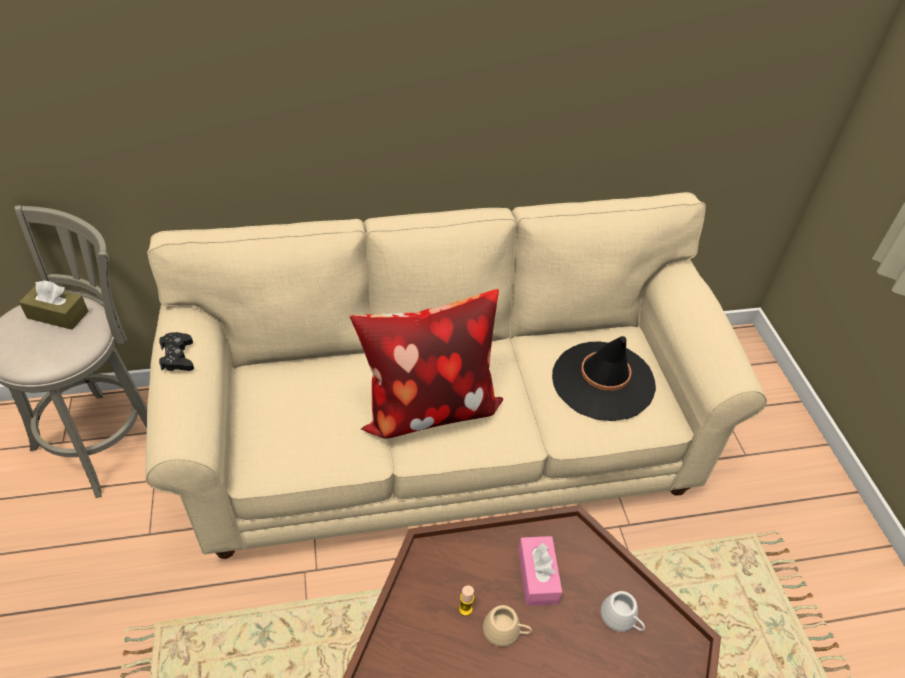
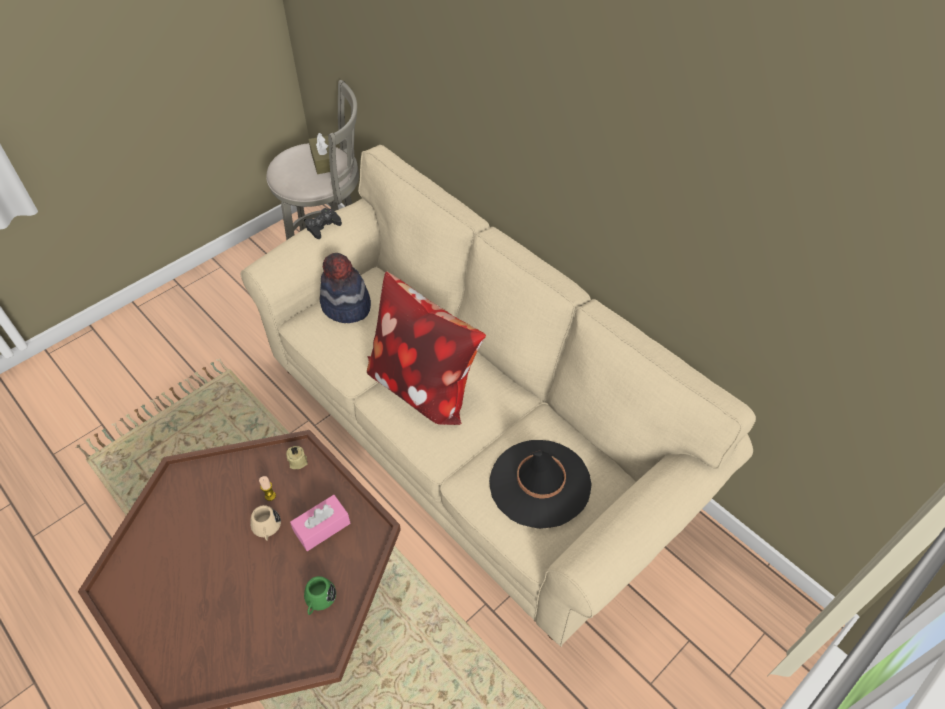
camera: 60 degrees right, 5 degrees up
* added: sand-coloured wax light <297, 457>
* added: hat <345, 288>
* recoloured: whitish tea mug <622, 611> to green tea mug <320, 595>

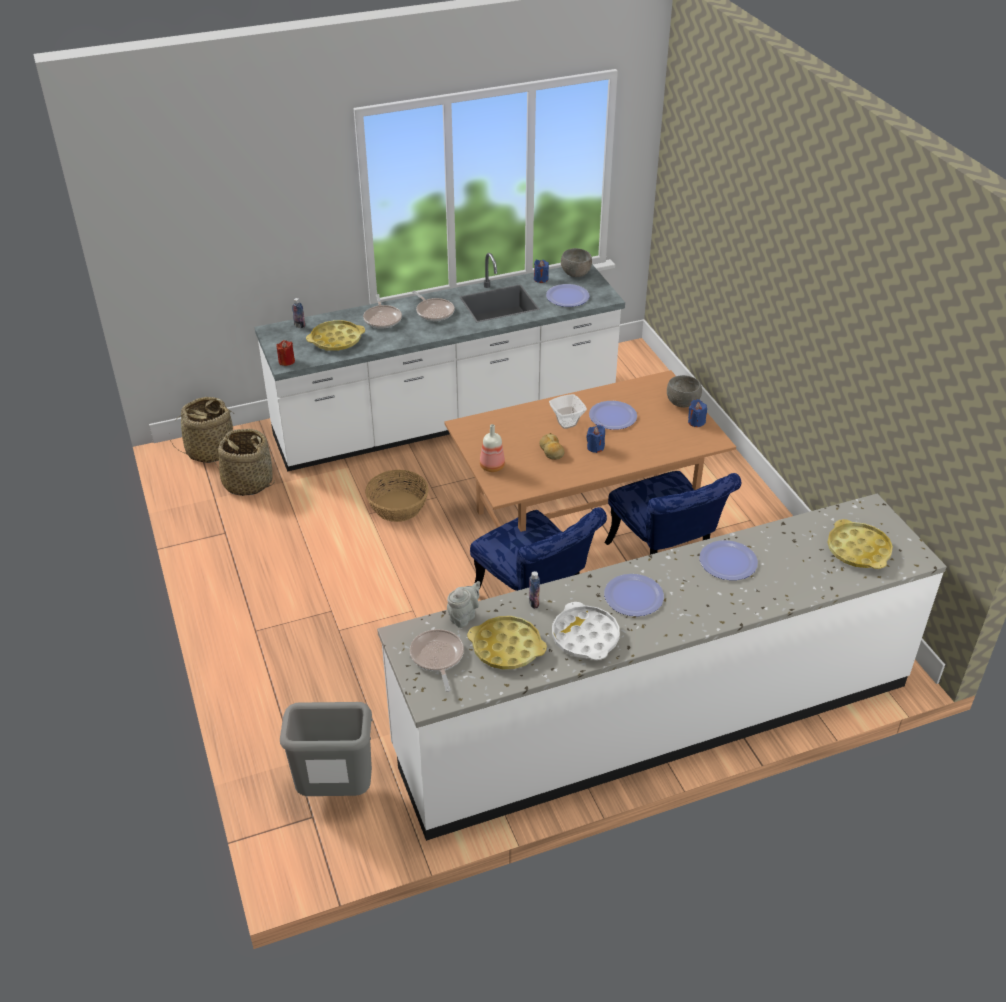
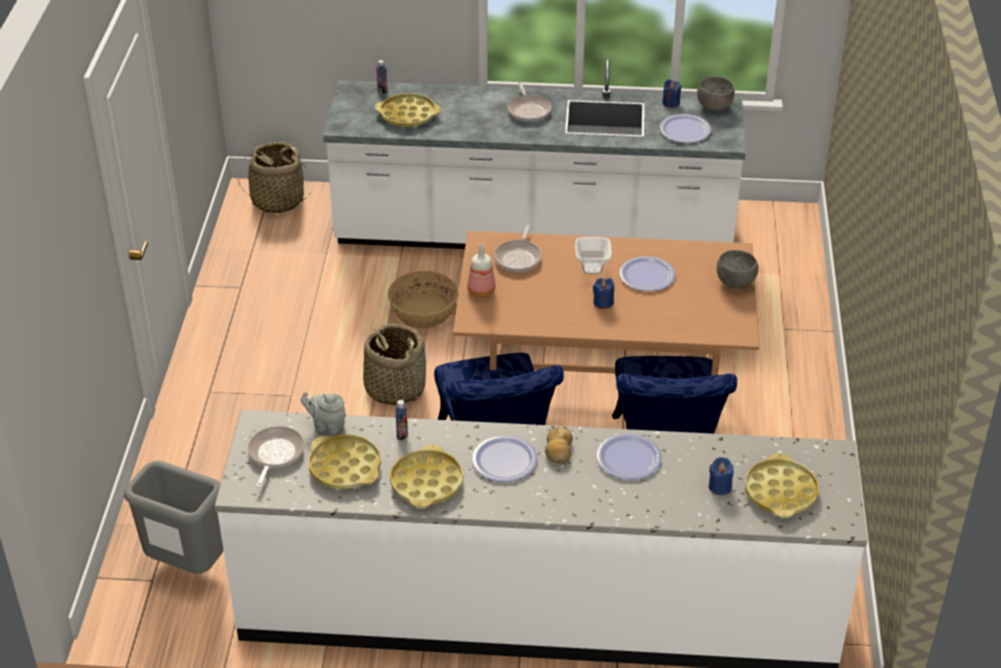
camera: 25 degrees right, 0 degrees up
* removed: red wax light <286, 353>
* moved: storage basket <244, 462> to <394, 364>
* moved: pan <382, 311> to <518, 248>
* moved: bakery bread <552, 446> to <559, 445>
* moved: bluish wax light <697, 413> to <721, 476>
* recoloured: whitish carrying tray <586, 631> to yellow-coloured carrying tray <426, 475>
* turned: grey tea pot <463, 604> = <323, 413> 135 degrees counterclockwise

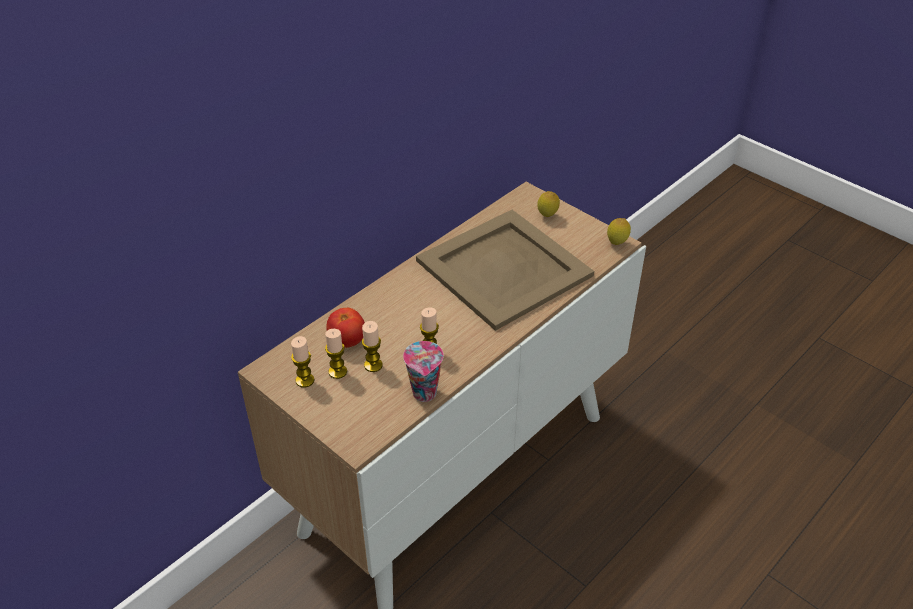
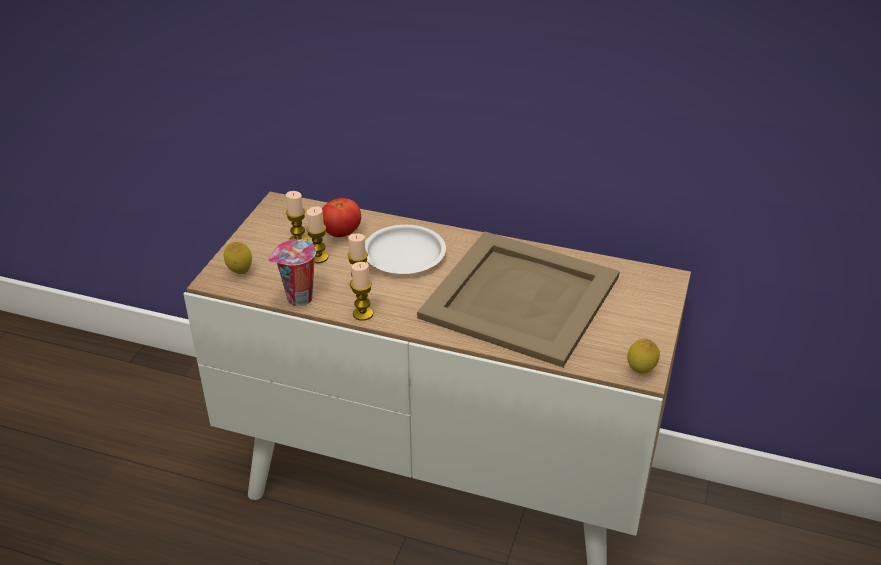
camera: 65 degrees right, 5 degrees down
* added: whitish plate <405, 249>
* moved: wax light <303, 362> to <362, 291>
* moved: whole lemon <548, 204> to <238, 258>

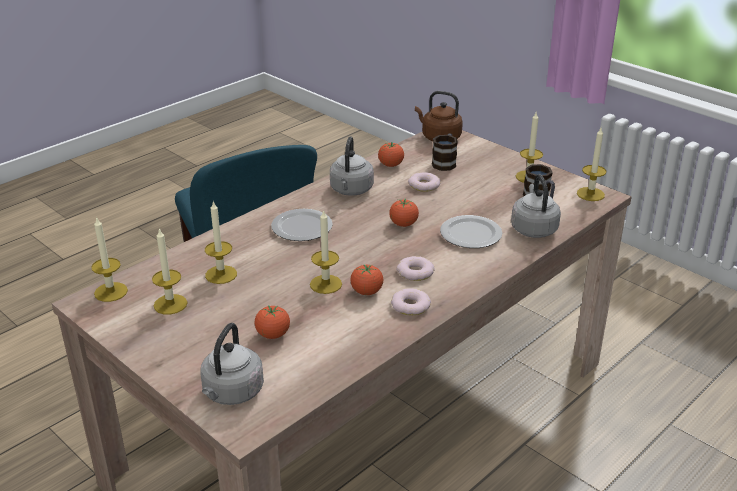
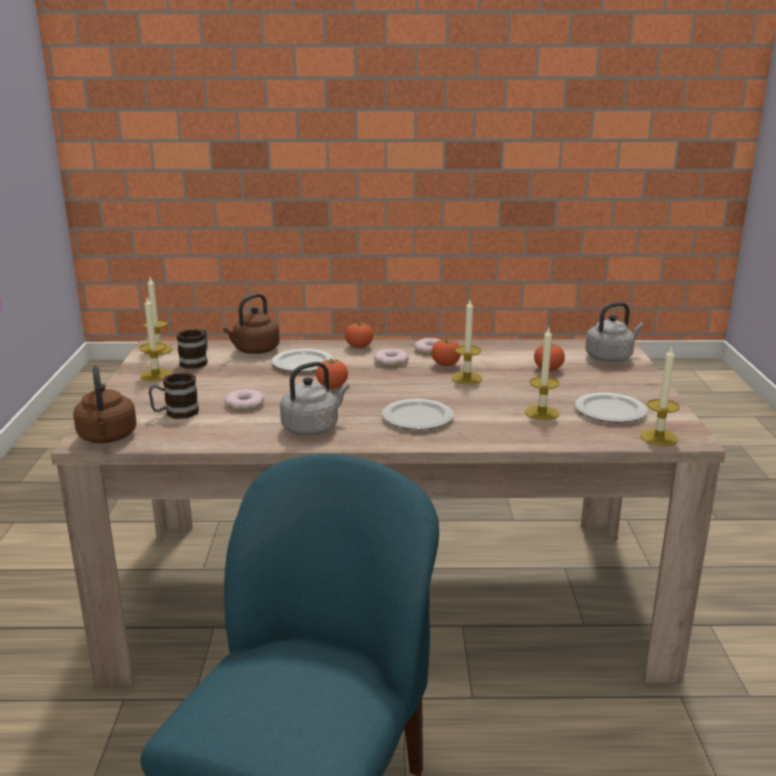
camera: 135 degrees left, 10 degrees down
* moved: whole tomato <391, 154> to <359, 335>
* replaced: wax light <170, 271> to plate <611, 408>
* recoloured: grey kettle <536, 206> to brown-coloured kettle <251, 324>

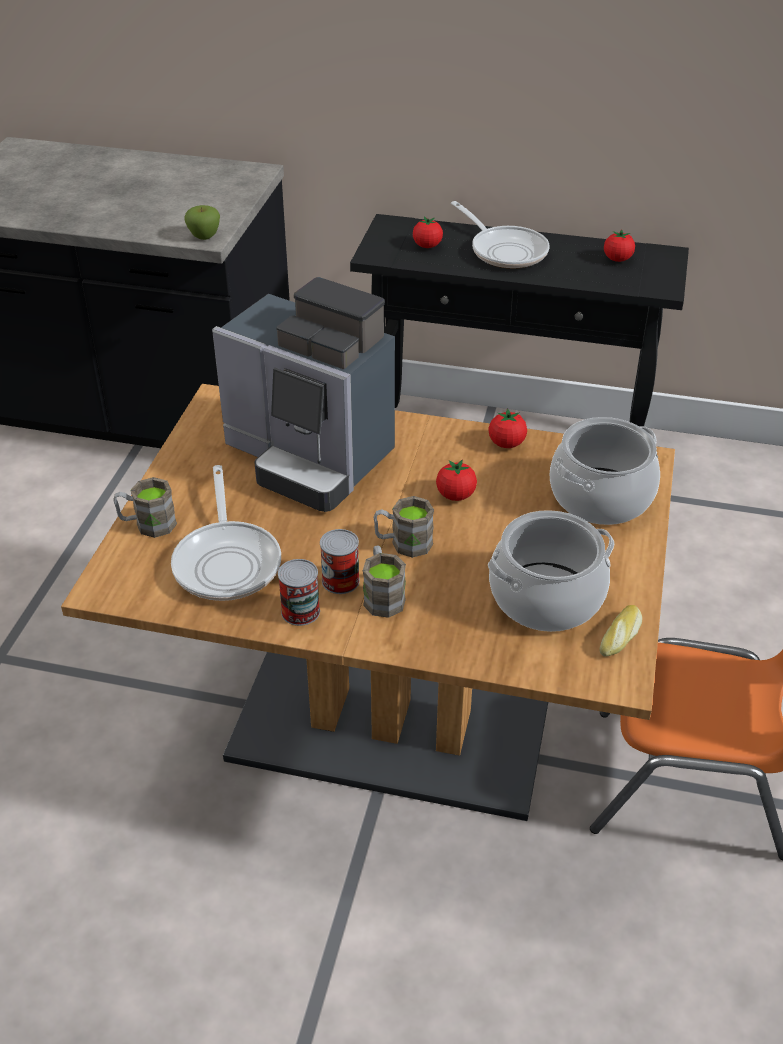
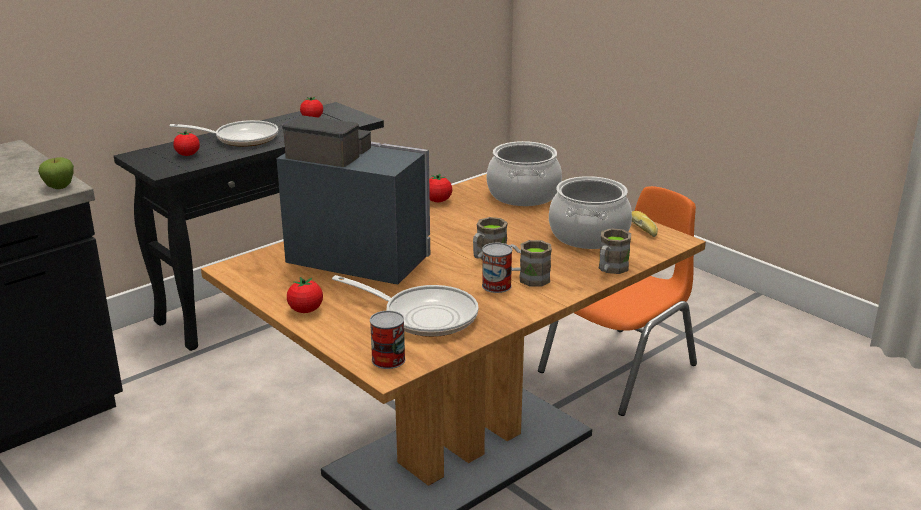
camera: 55 degrees left, 15 degrees down
* moved: brown-coloured tea mug <145, 507> to <615, 251>
* moved: can <299, 592> to <388, 340>
* moved: whole tomato <456, 480> to <305, 295>
* turned: coffee brewer <303, 394> = <353, 199> 135 degrees counterclockwise

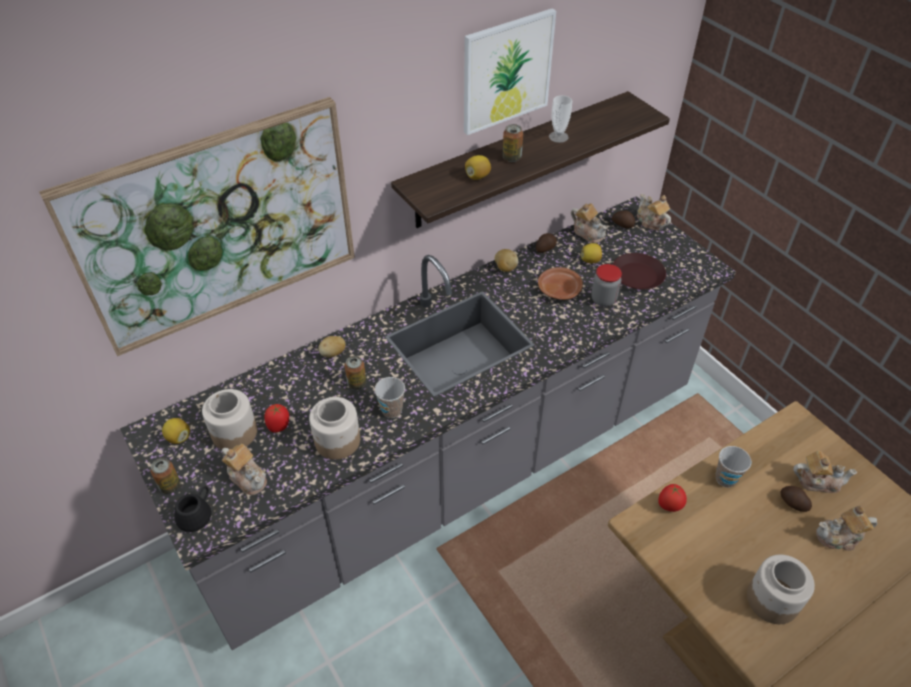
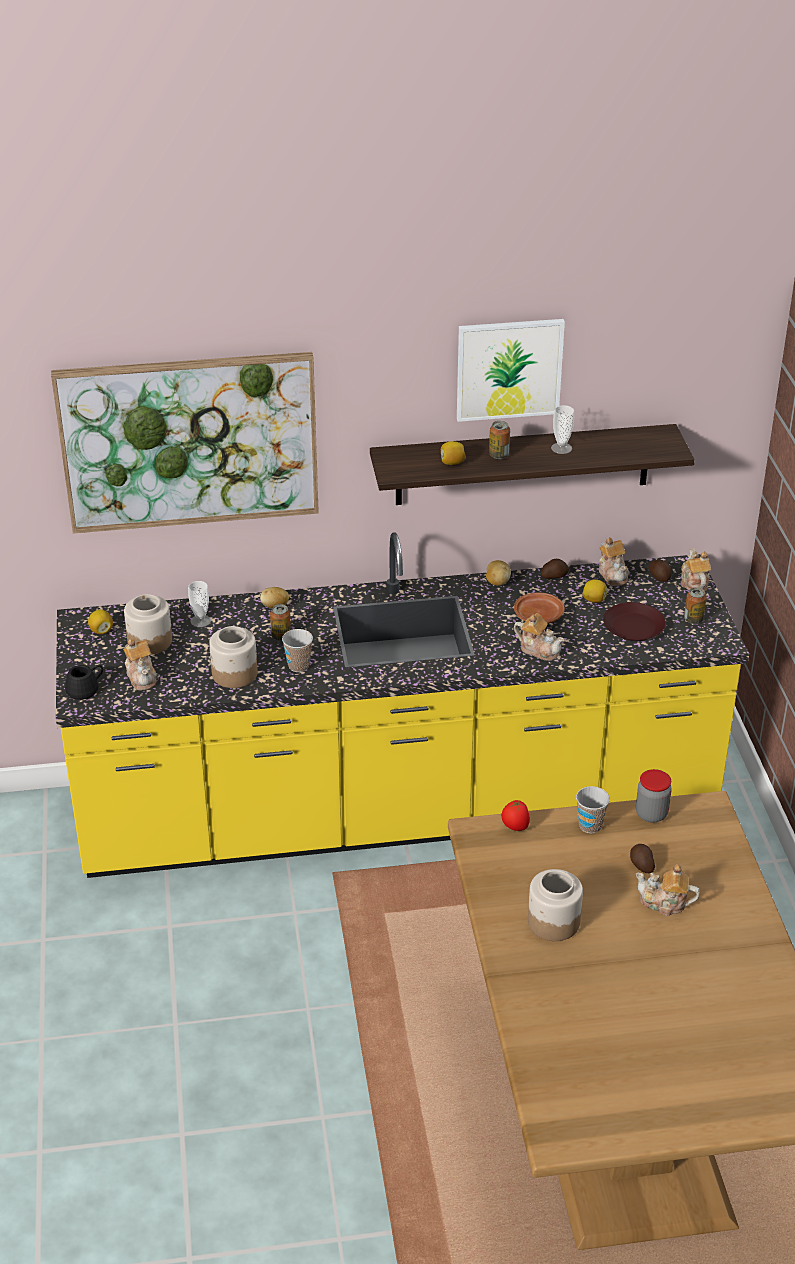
camera: 25 degrees right, 10 degrees down
* removed: whole tomato <276, 418>
* added: cup <199, 604>
* moved: can <165, 476> to <695, 605>
* moved: storage jar <606, 285> to <654, 796>
* moved: tea pot <825, 472> to <539, 637>
* recoloured: grey kitchen counter <428, 423> to yellow-coloured kitchen counter <402, 705>

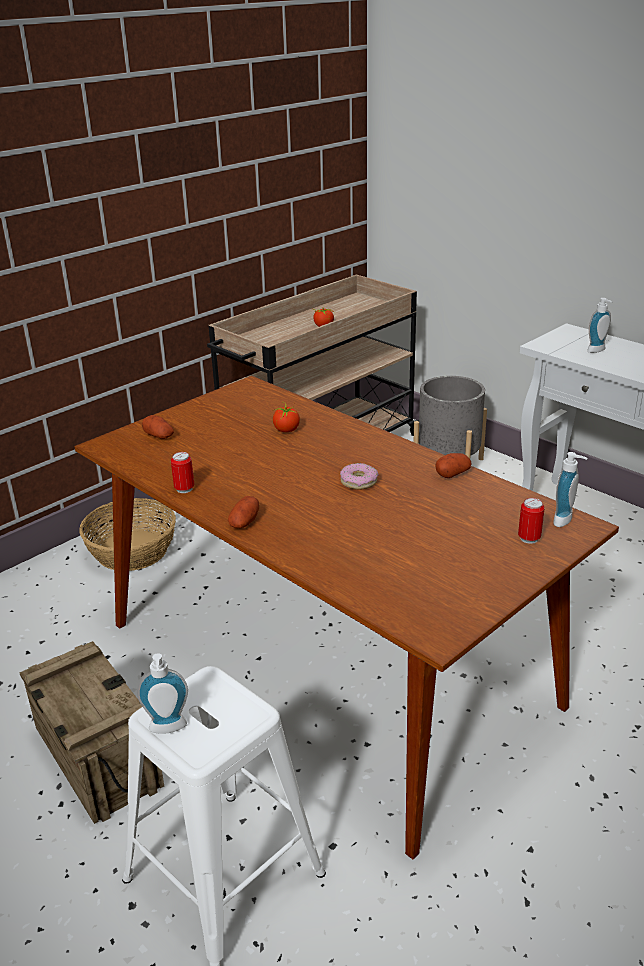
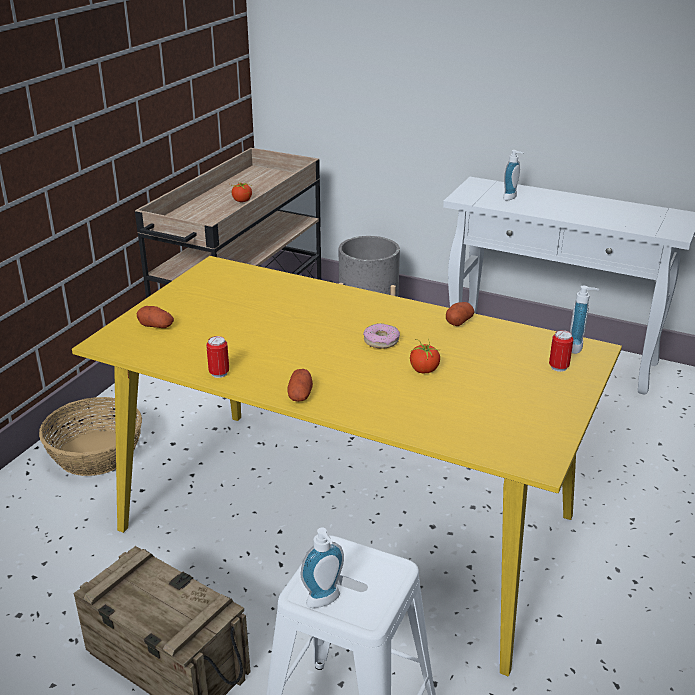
camera: 20 degrees left, 0 degrees up
* moved: whole tomato <286, 417> to <425, 355>
* recoloured: brown-coloured kitchen table <347, 617> to yellow-coloured kitchen table <347, 466>

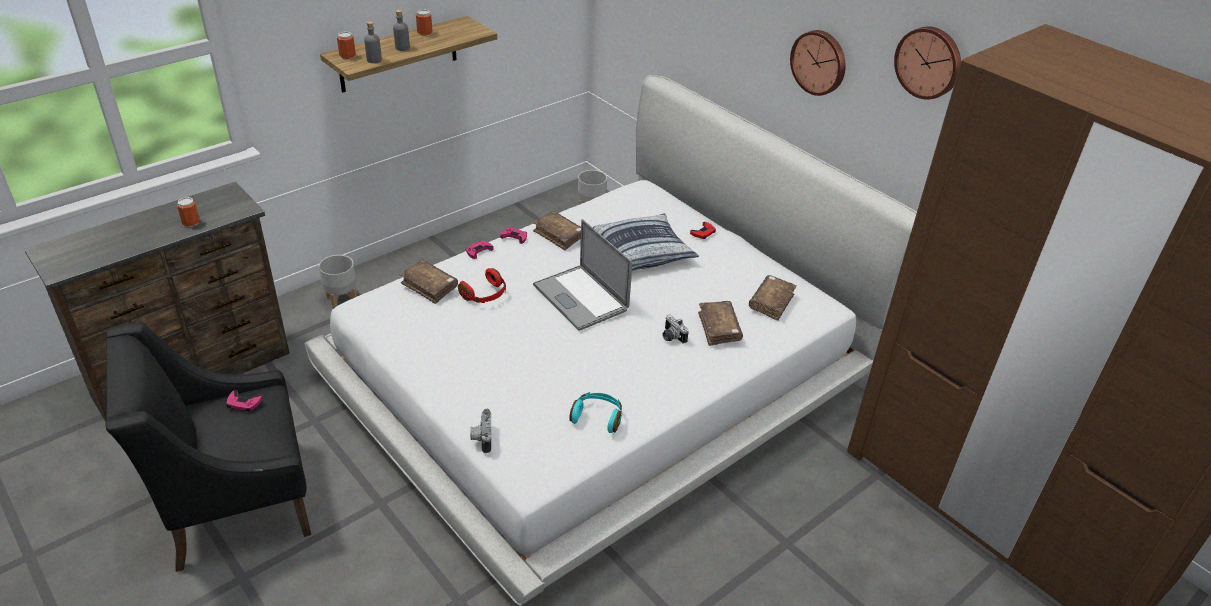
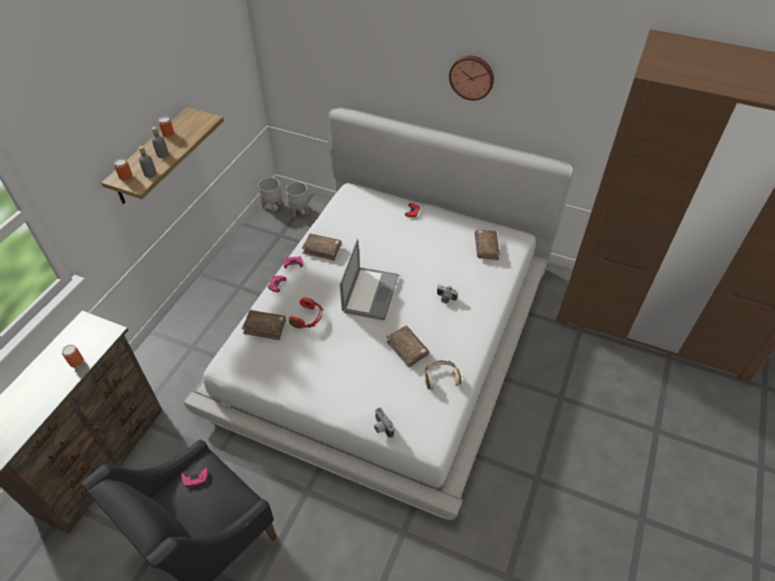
camera: 25 degrees left, 10 degrees up
* removed: pillow <646, 242>
* removed: wall clock <927, 63>
* moved: grey planter <338, 282> to <270, 196>
* moved: brown-coloured volume <720, 323> to <408, 347>
* recoloured: turquoise headphones <595, 412> to sand-coloured headphones <443, 375>
* turned: notebook computer <582, 275> = <369, 279> 105 degrees counterclockwise

